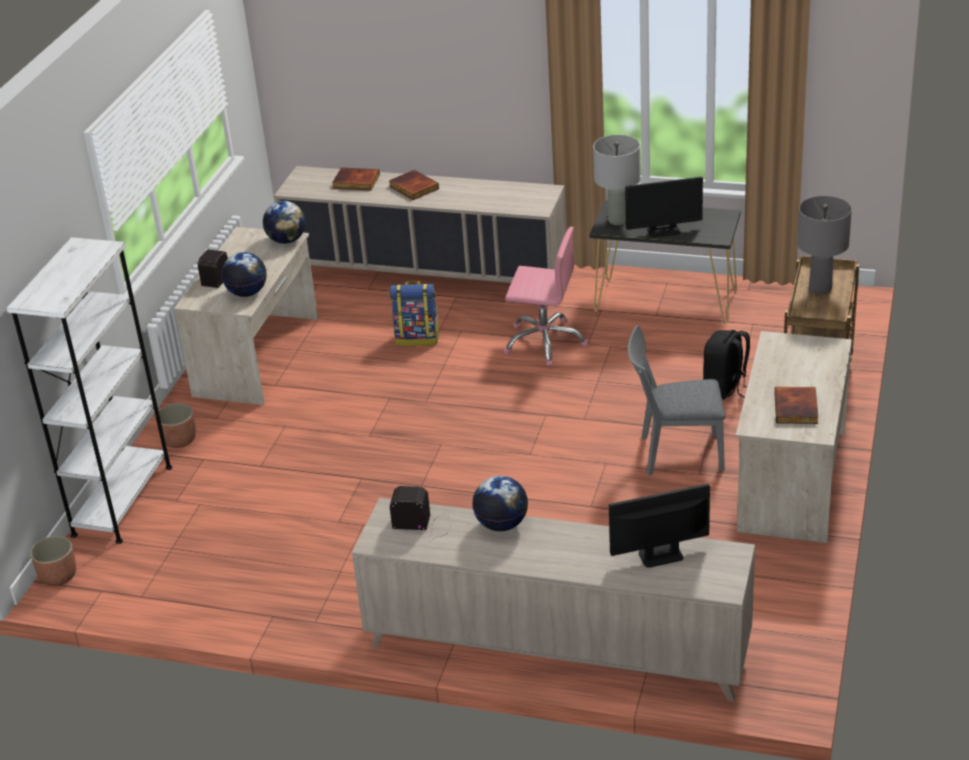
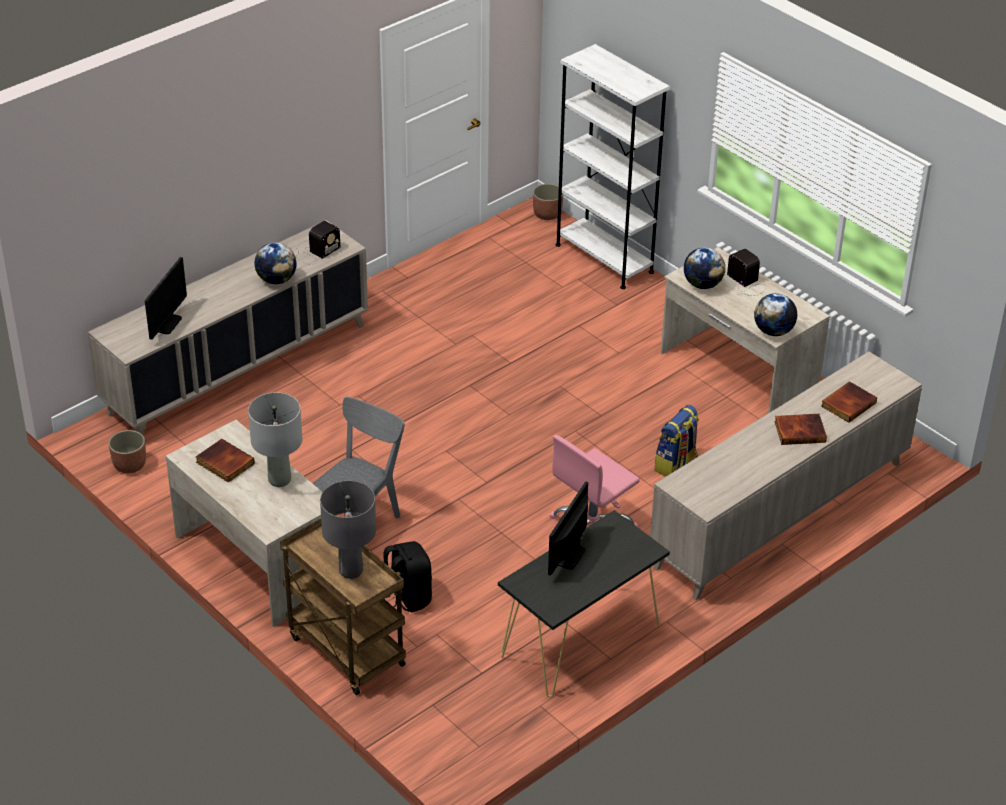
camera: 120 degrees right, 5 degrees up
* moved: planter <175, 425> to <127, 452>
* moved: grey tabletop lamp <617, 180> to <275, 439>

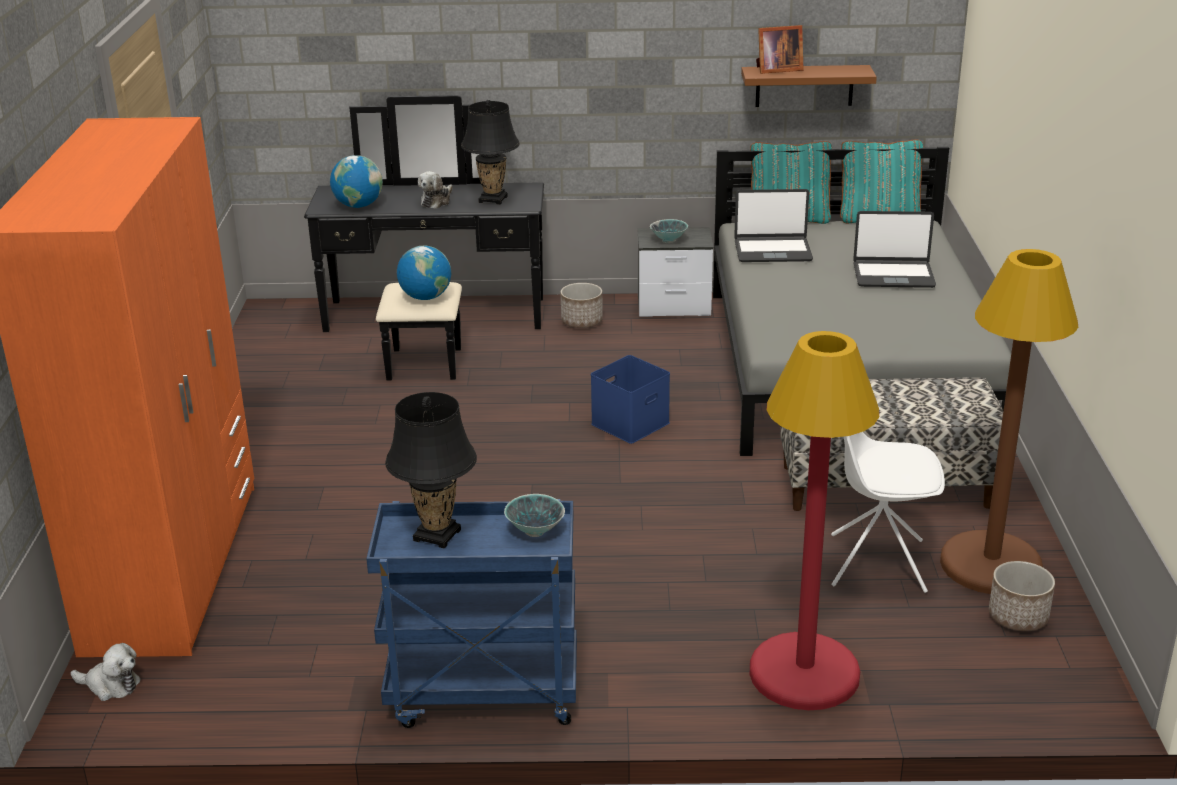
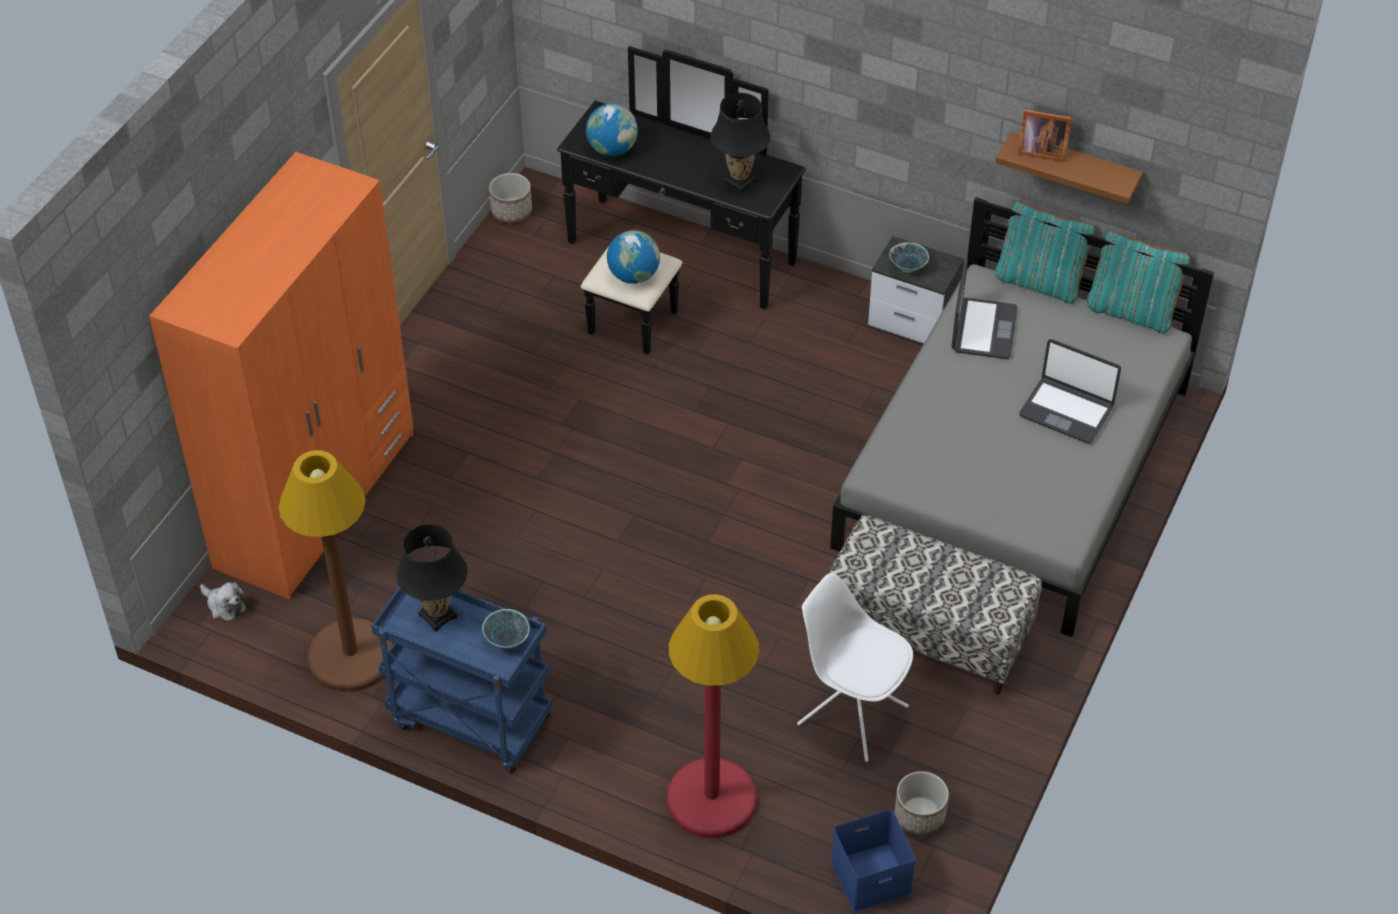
camera: 25 degrees right, 20 degrees up
* removed: plush toy <435, 190>
* moved: planter <582, 305> to <510, 198>
* moved: bluish storage box <630, 399> to <873, 860>
* moved: brown-coloured standard lamp <1009, 421> to <336, 571>
* turned: notebook computer <773, 225> = <984, 309> 105 degrees counterclockwise

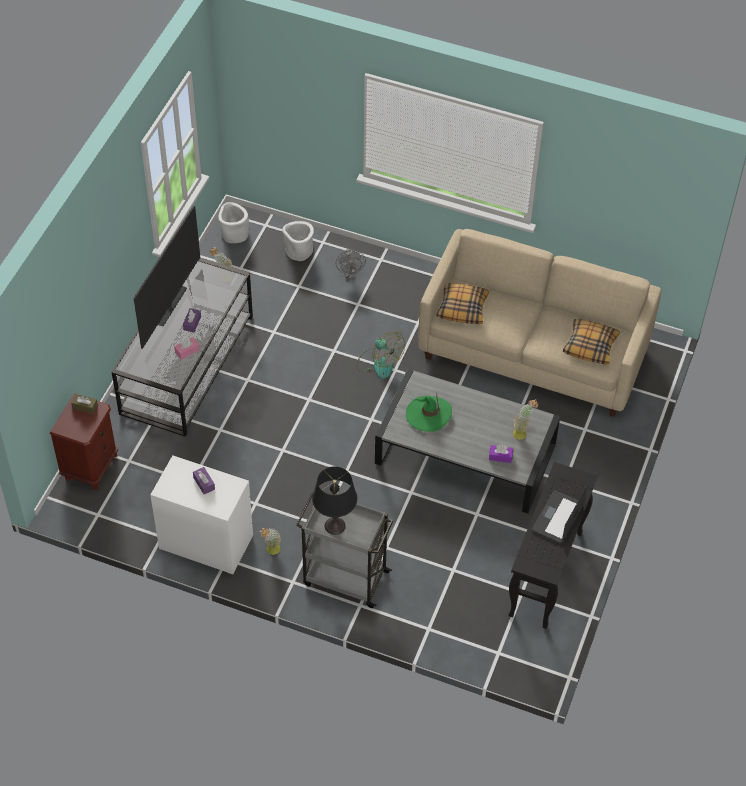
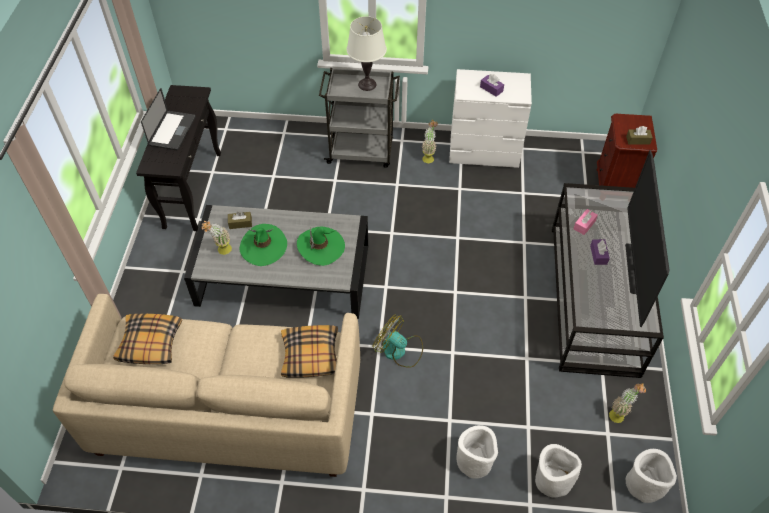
camera: 165 degrees right, 0 degrees up
* added: green hat <263, 245>
* replaced: grey electric fan <351, 264> to whitish planter <477, 452>
* recoloured: blackish tabletop lamp <334, 500> to whitish tabletop lamp <367, 53>
* recoloured: purple box of tissues <501, 454> to brown-coloured box of tissues <240, 220>

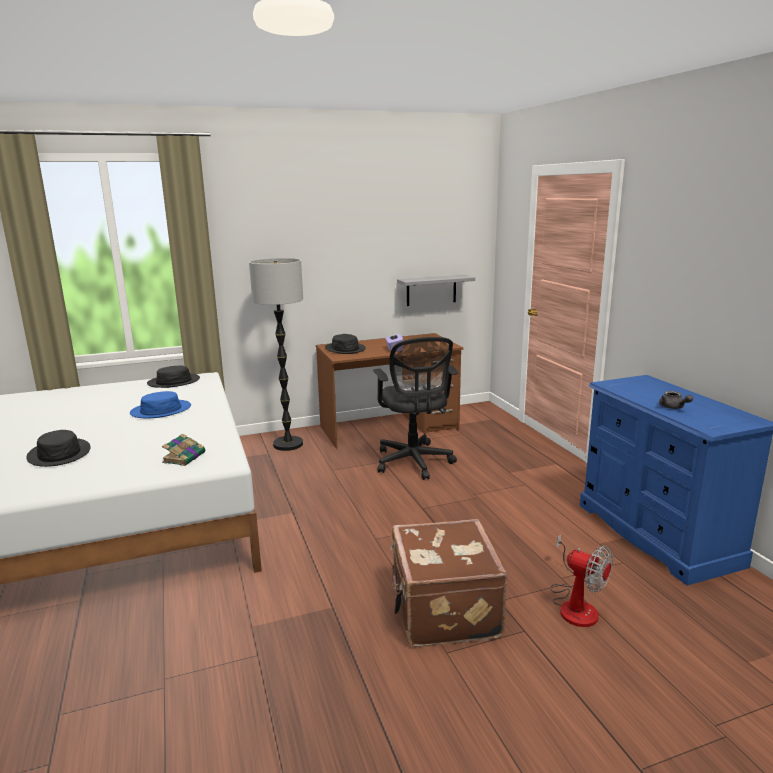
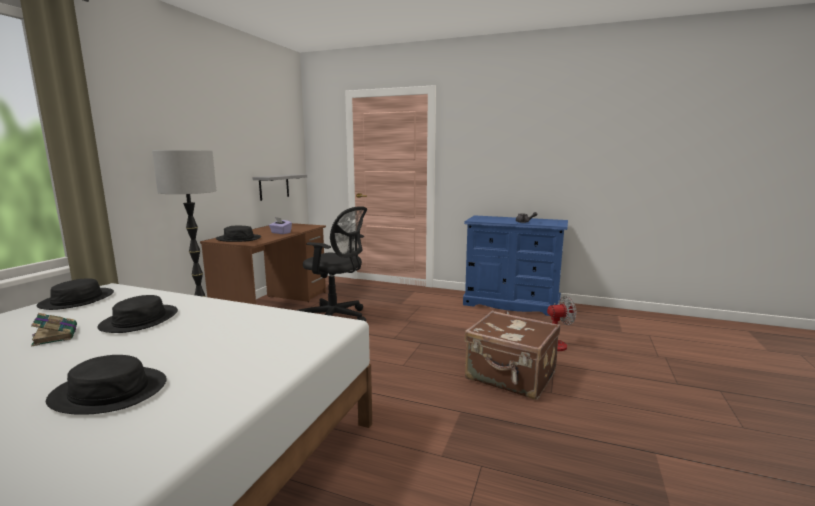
camera: 50 degrees left, 5 degrees down
* moved: volume <183, 450> to <54, 330>
* recoloured: bluish hat <160, 404> to blackish hat <137, 314>

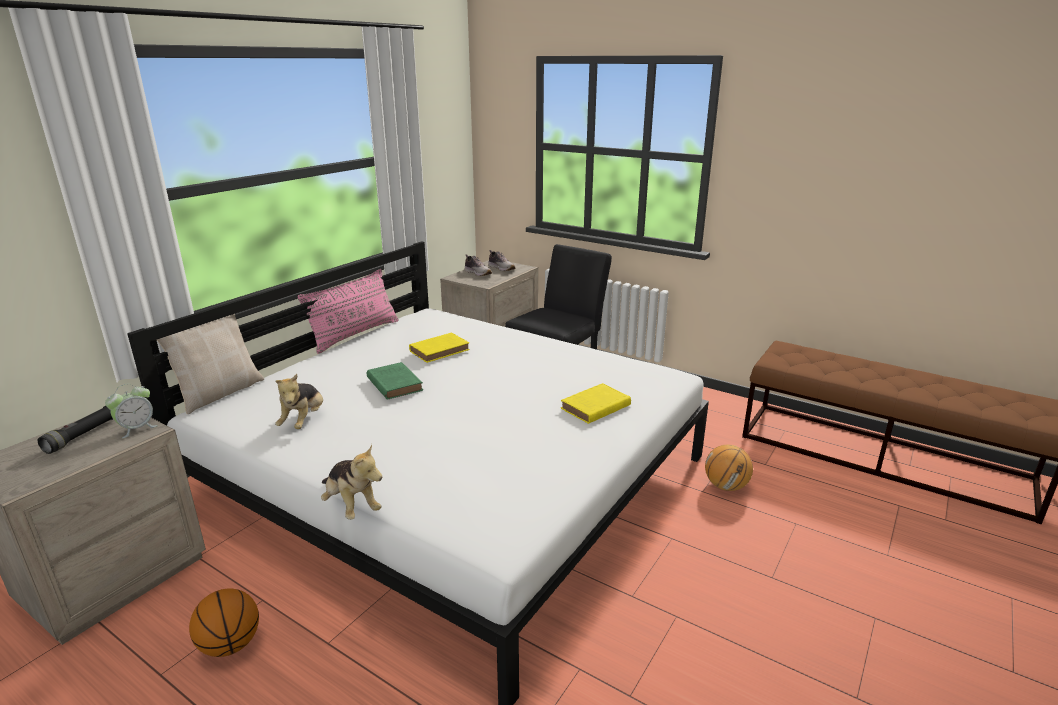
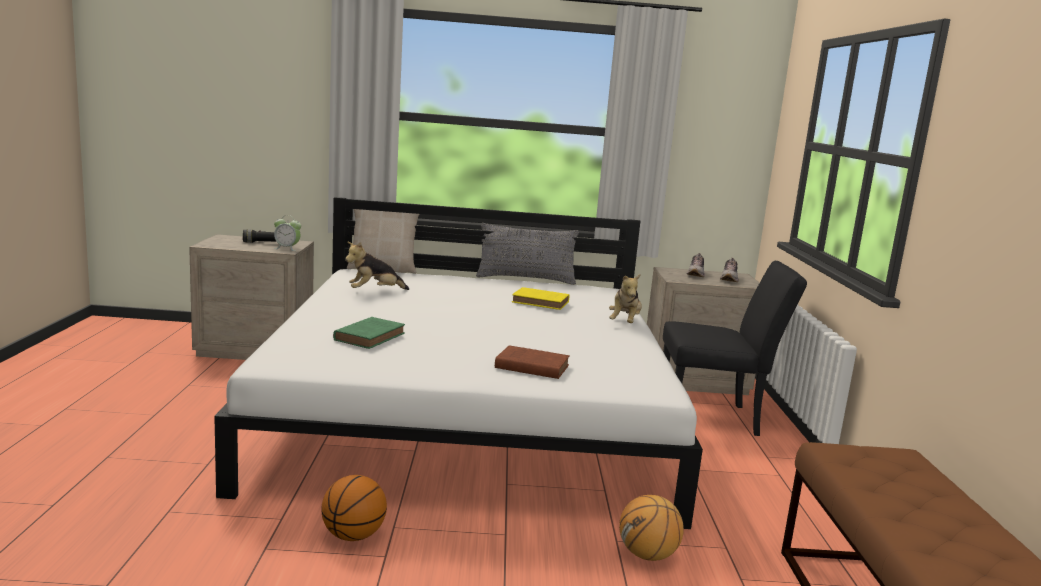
camera: 55 degrees right, 10 degrees down
* moved: basketball <224, 623> to <354, 508>
* moved: plush toy <351, 482> to <625, 298>
* moved: green volume <395, 381> to <369, 333>
* recoloured: pink-coloured pillow <348, 311> to grey pillow <527, 254>
* recoloured: yellow-coloured volume <596, 403> to brown-coloured volume <532, 362>

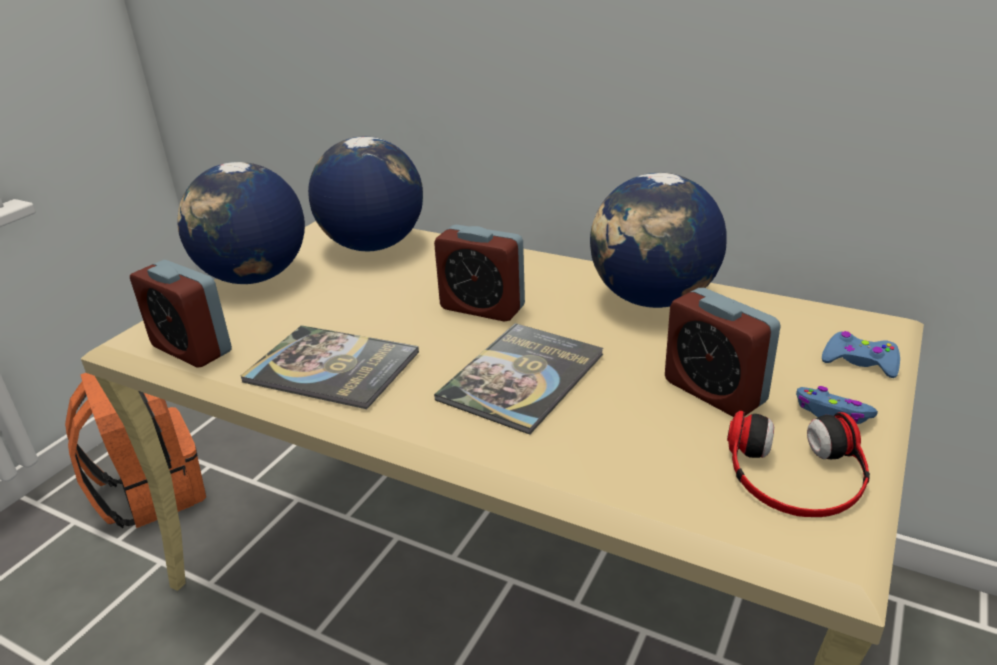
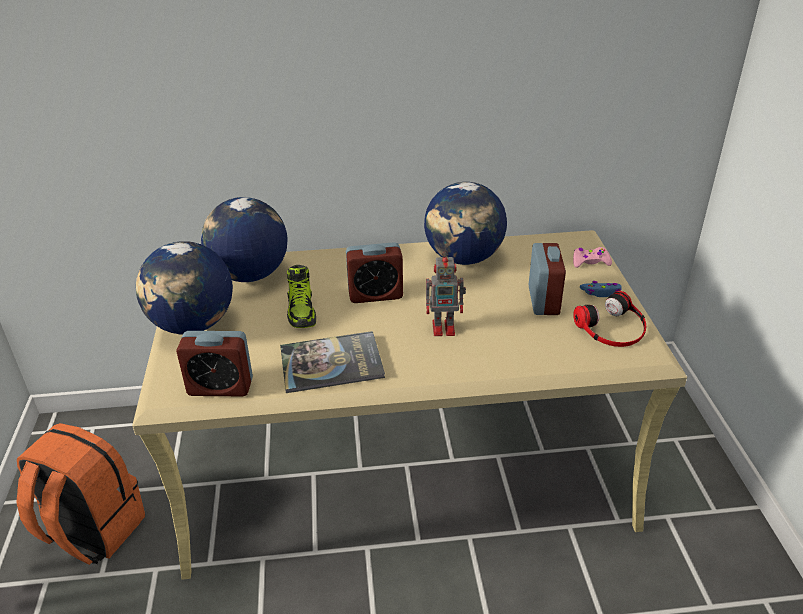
camera: 35 degrees left, 5 degrees up
* added: item of footwear <301, 296>
* replaced: volume <519, 379> to model robot <446, 293>
* recoloured: bluish gamepad <861, 354> to pink-coloured gamepad <592, 257>
* turned: alarm clock <722, 352> = <547, 279> 105 degrees counterclockwise

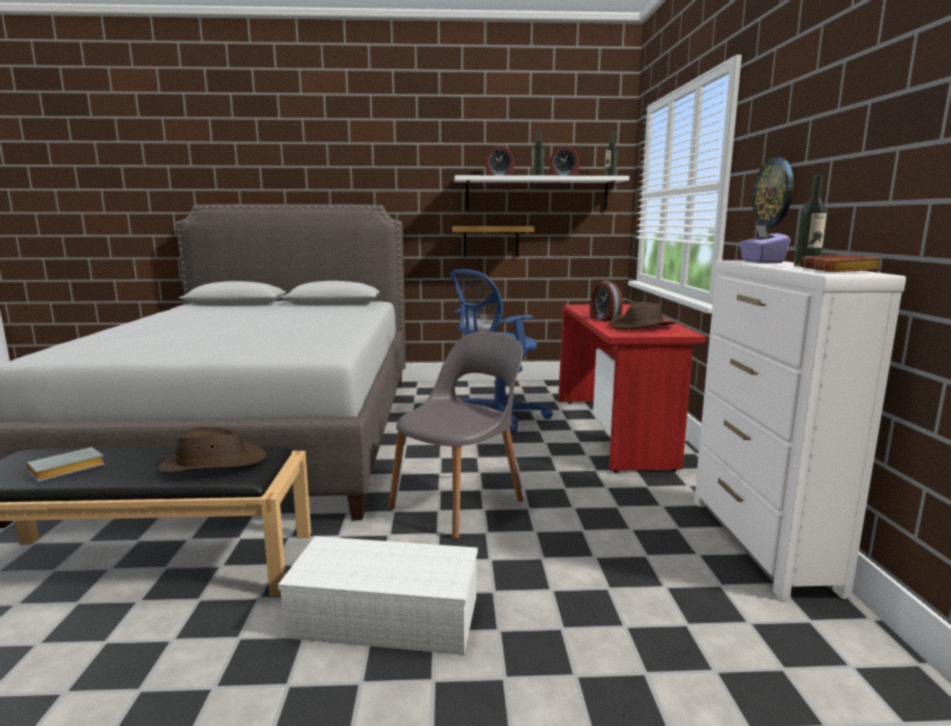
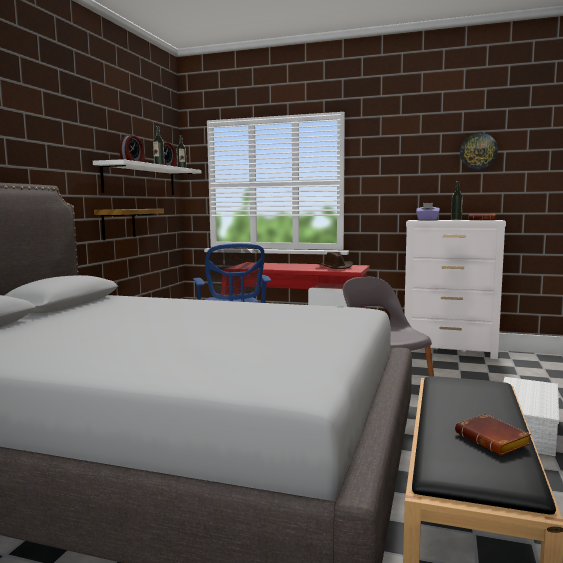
camera: 70 degrees left, 5 degrees down
* removed: brown-coloured hat <212, 450>
* removed: alarm clock <606, 301>
* moved: wall clock <773, 192> to <479, 151>
* recoloured: grey volume <66, 464> to brown-coloured volume <493, 434>

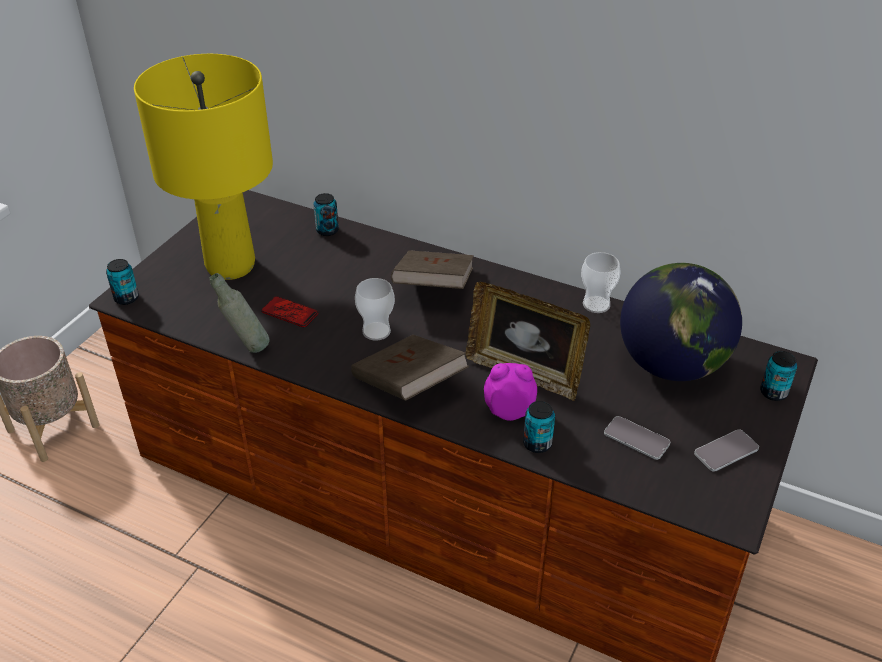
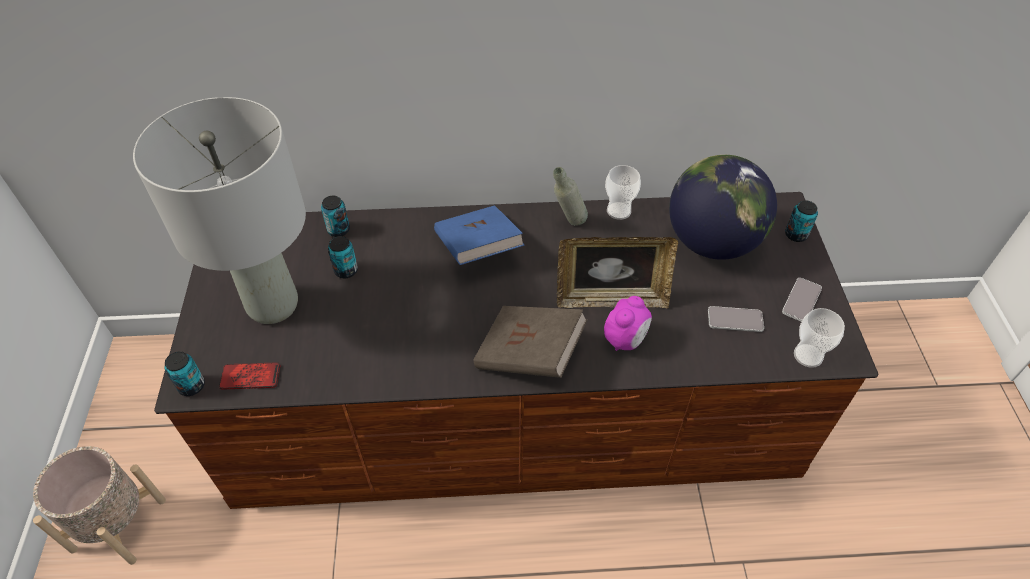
camera: 30 degrees left, 10 degrees up
* moved: grey beverage bottle <240, 313> to <570, 196>
* moved: phone <290, 311> to <250, 376>
* moved: cup <375, 309> to <819, 338>
* moved: can <539, 427> to <343, 257>
* recoloured: yellow-coloured tabletop lamp <203, 167> to grey tabletop lamp <219, 210>
* recoloured: brown-coloured volume <432, 269> to bluish volume <479, 235>
* turned: alarm clock <510, 392> = <628, 323> 150 degrees clockwise

